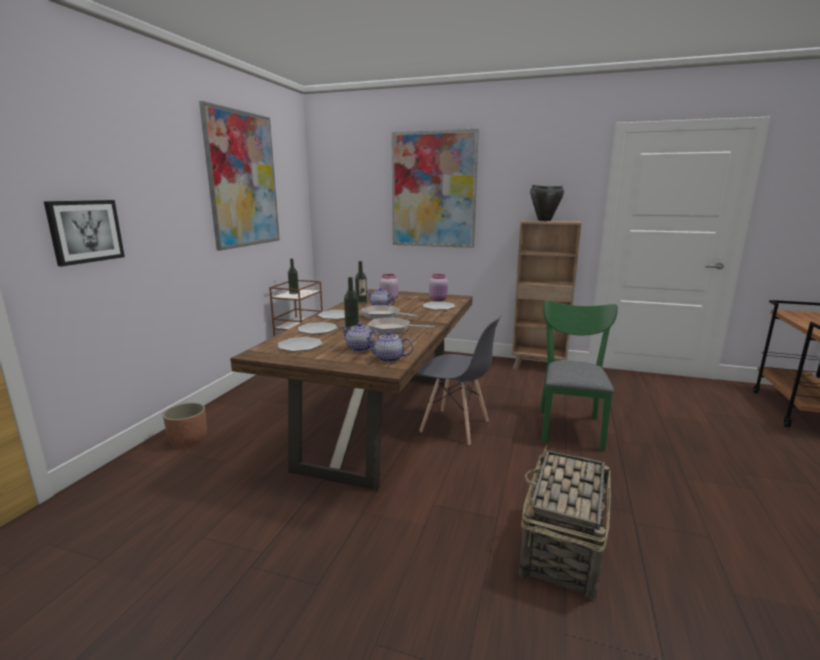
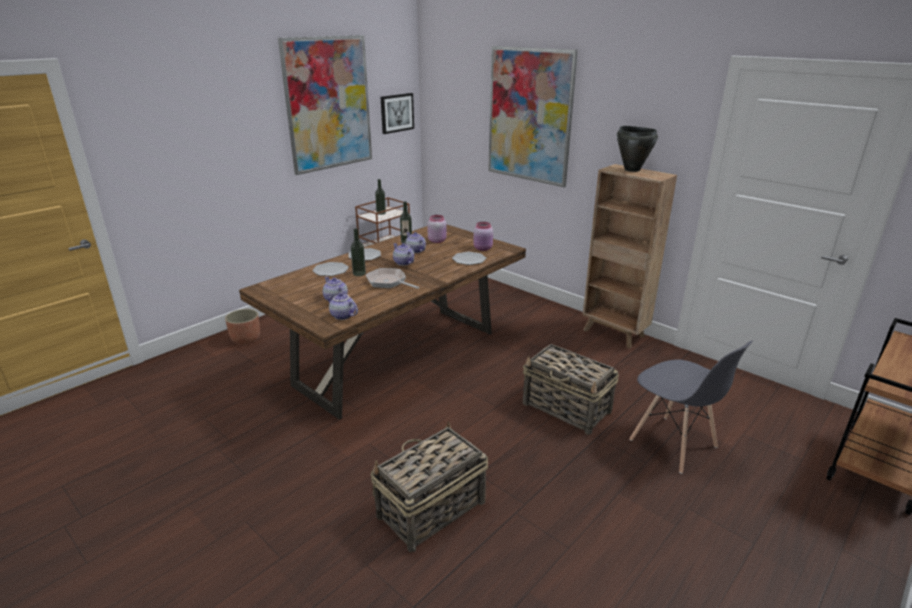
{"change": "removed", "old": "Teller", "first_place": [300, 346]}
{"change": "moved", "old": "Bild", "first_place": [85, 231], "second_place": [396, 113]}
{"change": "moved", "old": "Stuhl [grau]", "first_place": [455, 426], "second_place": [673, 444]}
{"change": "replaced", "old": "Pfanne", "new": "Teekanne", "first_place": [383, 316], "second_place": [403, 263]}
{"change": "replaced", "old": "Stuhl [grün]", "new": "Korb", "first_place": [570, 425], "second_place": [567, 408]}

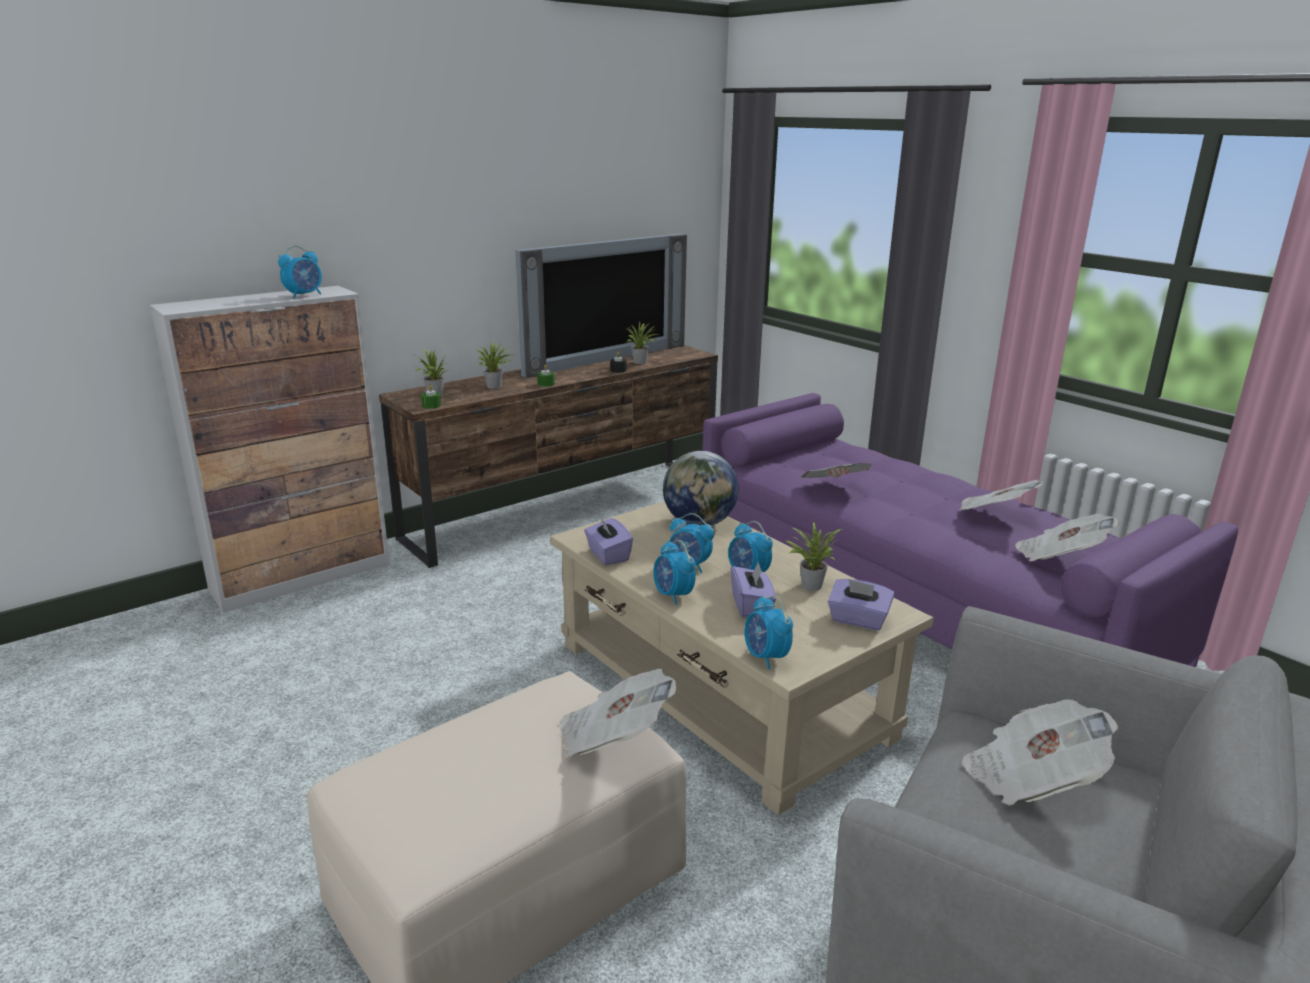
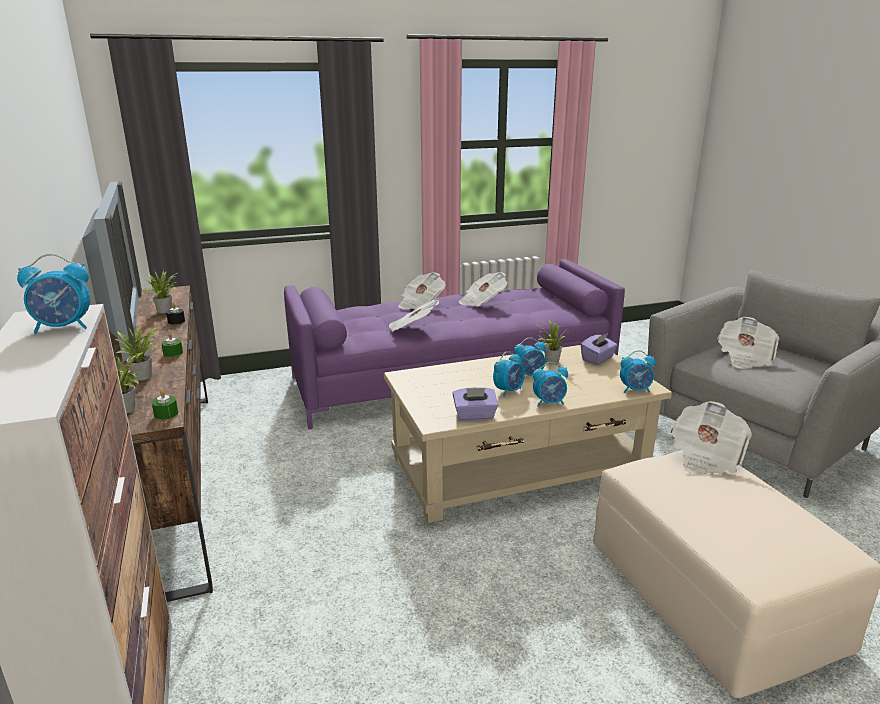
{"change": "removed", "old": "Globus", "first_place": [699, 523]}
{"change": "removed", "old": "Taschentuchbox [lila]", "first_place": [751, 606]}
{"change": "moved", "old": "Zeitung", "first_place": [1059, 557], "second_place": [420, 304]}
{"change": "turned", "old": "Wecker", "first_place": [304, 295], "second_place": [64, 328], "degrees": 105}

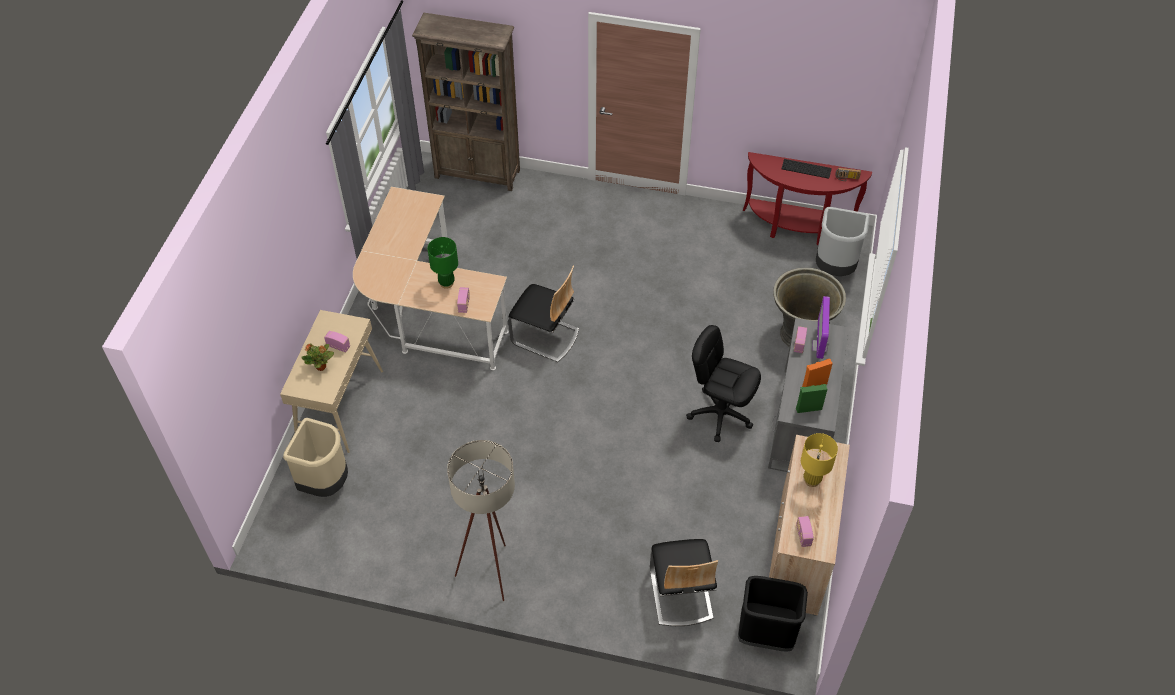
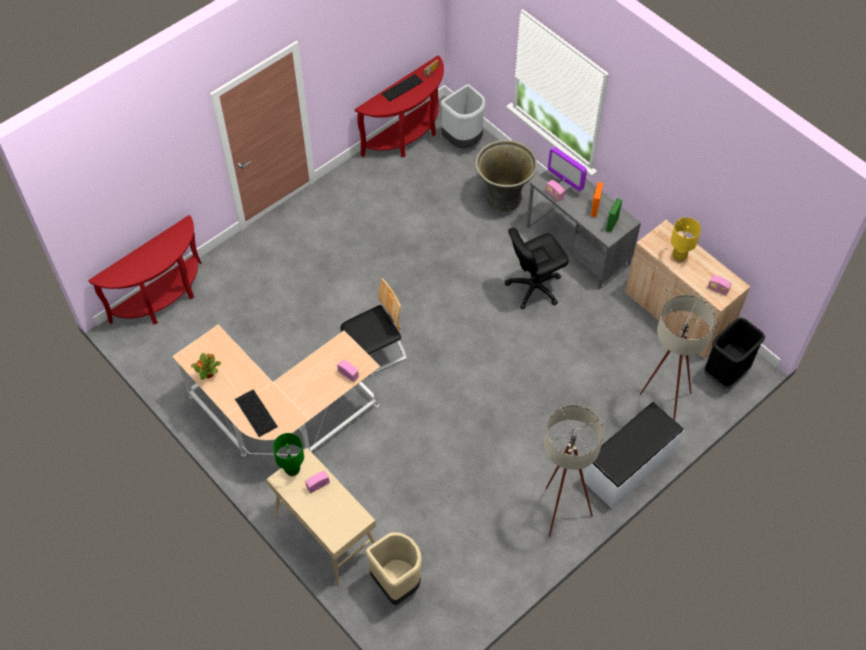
{"change": "added", "new": "Tastatur", "second_place": [255, 412]}
{"change": "added", "new": "Bank [weiß]", "second_place": [629, 467]}
{"change": "moved", "old": "Topfpflanze", "first_place": [321, 367], "second_place": [209, 374]}
{"change": "moved", "old": "Tischlampe [grün]", "first_place": [446, 283], "second_place": [292, 470]}
{"change": "replaced", "old": "Bücherregal [braun]", "new": "Konsolentisch [rot]", "first_place": [478, 174], "second_place": [163, 300]}
{"change": "replaced", "old": "Stuhl", "new": "Stehlampe [beige]", "first_place": [680, 594], "second_place": [662, 402]}

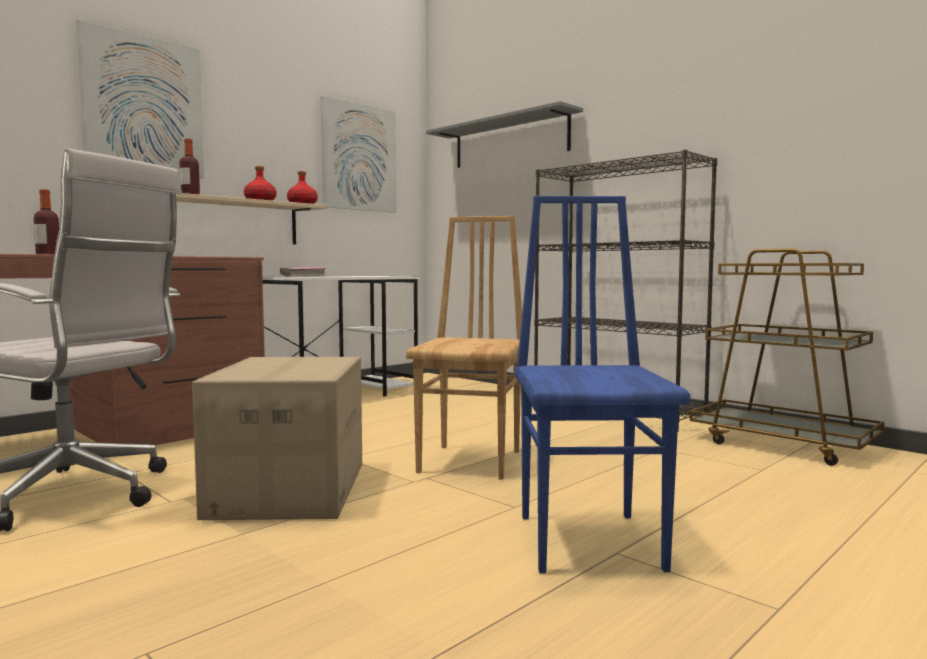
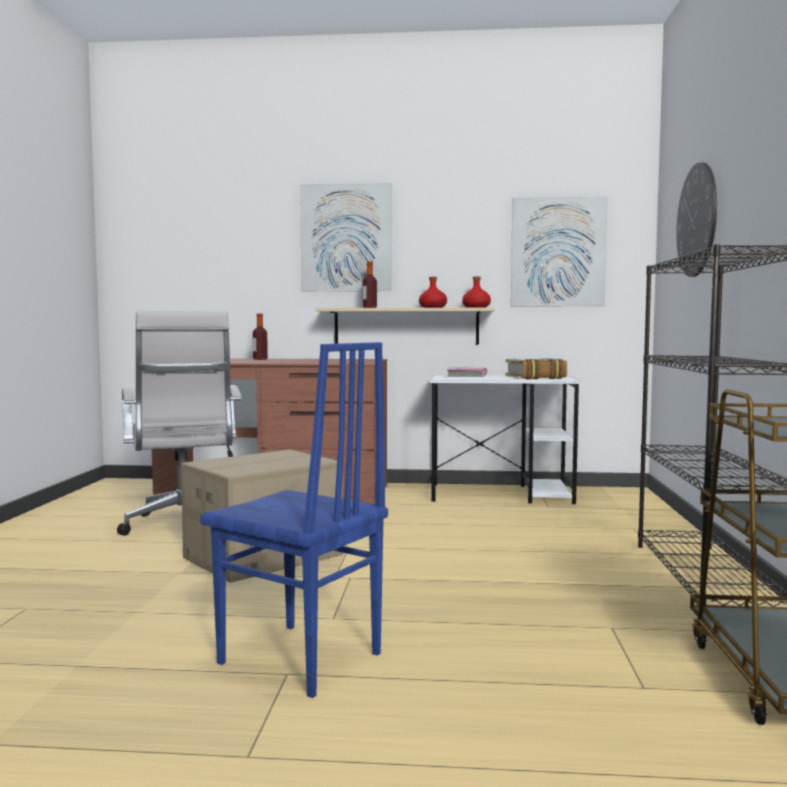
{"change": "removed", "old": "Stuhl [braun]", "first_place": [472, 461]}
{"change": "added", "new": "Buch", "second_place": [535, 377]}
{"change": "replaced", "old": "Wandregal [grau]", "new": "Wanduhr", "first_place": [510, 141], "second_place": [697, 220]}
{"change": "turned", "old": "Stuhl [blau]", "first_place": [591, 541], "second_place": [299, 660], "degrees": 75}

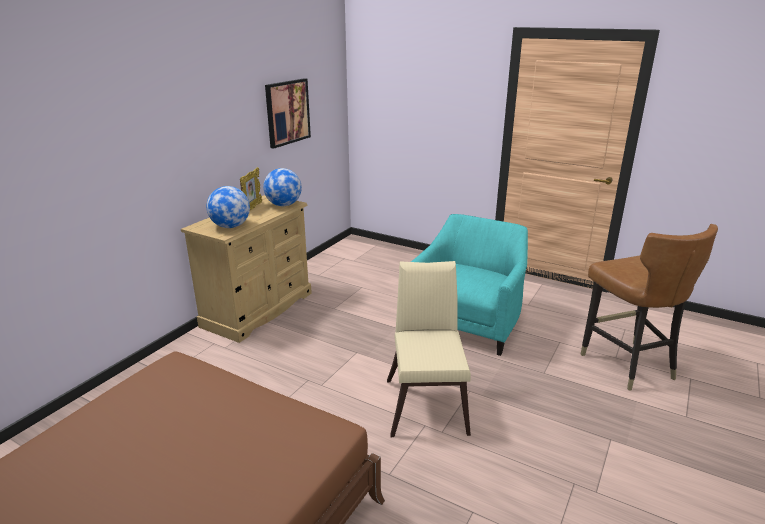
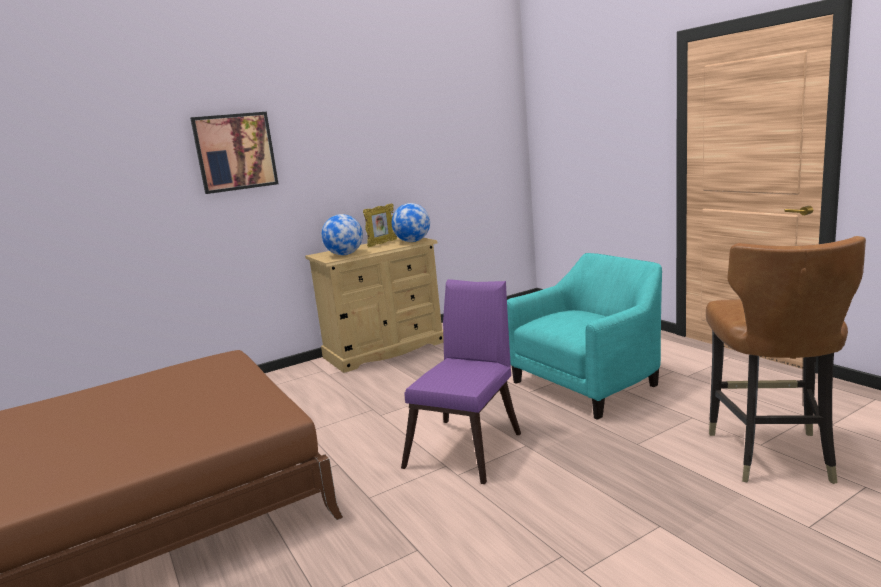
{"change": "moved", "old": "Bild", "first_place": [287, 112], "second_place": [235, 152]}
{"change": "recoloured", "old": "Stuhl [beige]", "new": "Stuhl [lila]", "first_place": [427, 401], "second_place": [468, 446]}

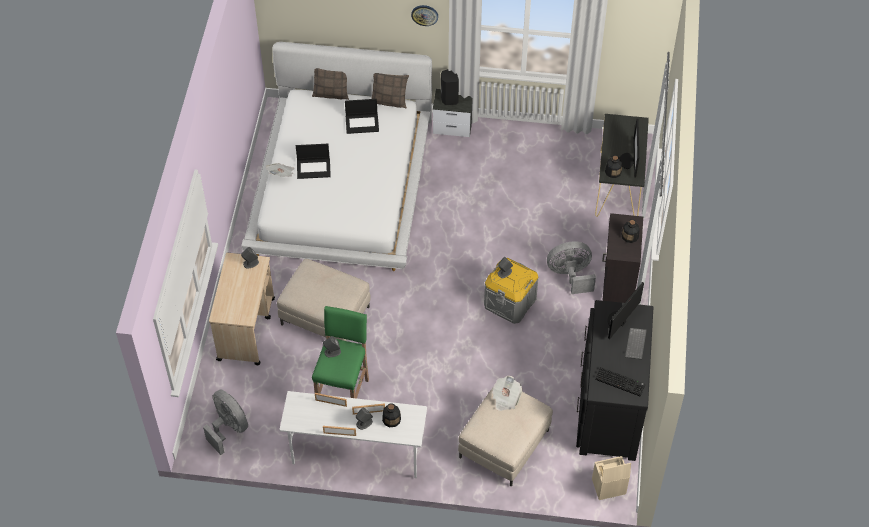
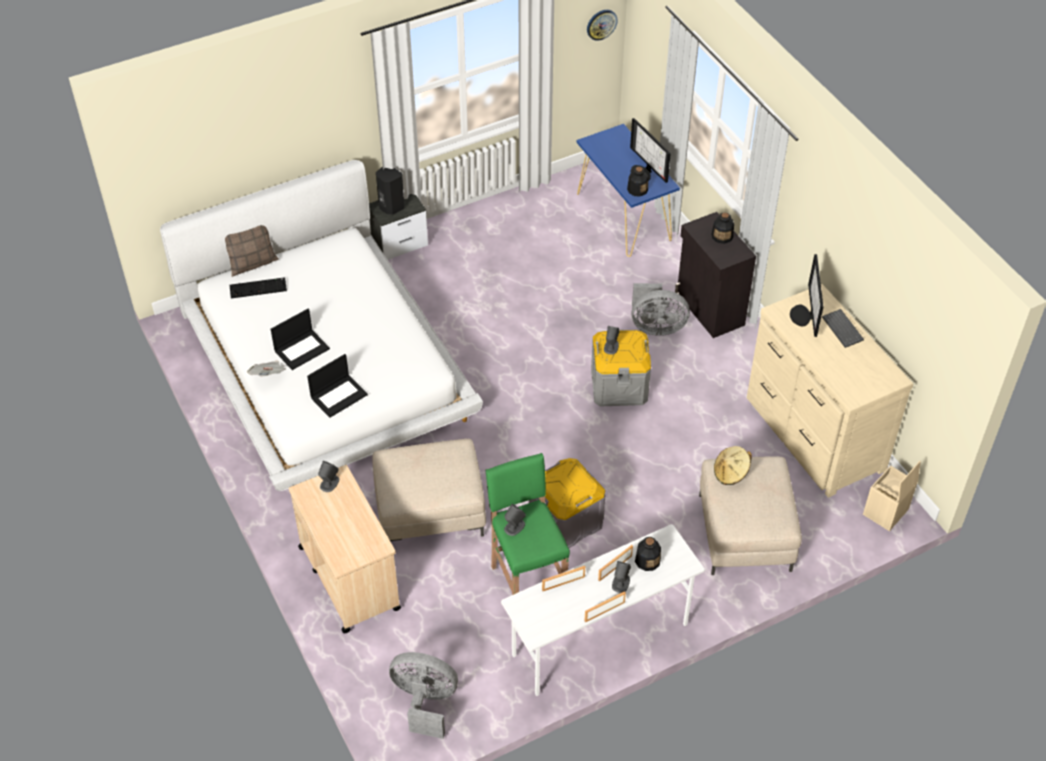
{"change": "removed", "old": "Kissen", "first_place": [389, 101]}
{"change": "added", "new": "Aufbewahrungsbox [grau]", "second_place": [566, 521]}
{"change": "moved", "old": "Laptop", "first_place": [362, 123], "second_place": [339, 395]}
{"change": "moved", "old": "Wanduhr", "first_place": [424, 15], "second_place": [601, 24]}
{"change": "moved", "old": "Tastatur", "first_place": [620, 381], "second_place": [258, 288]}
{"change": "replaced", "old": "Zeitung", "new": "Hut [beige]", "first_place": [505, 398], "second_place": [731, 473]}
{"change": "recoloured", "old": "Kommode [schwarz]", "new": "Kommode [beige]", "first_place": [608, 408], "second_place": [813, 434]}
{"change": "recoloured", "old": "Konsolentisch [schwarz]", "new": "Konsolentisch [blau]", "first_place": [618, 186], "second_place": [624, 217]}
{"change": "turned", "old": "Ventilator [grau]", "first_place": [570, 275], "second_place": [656, 327], "degrees": -135}

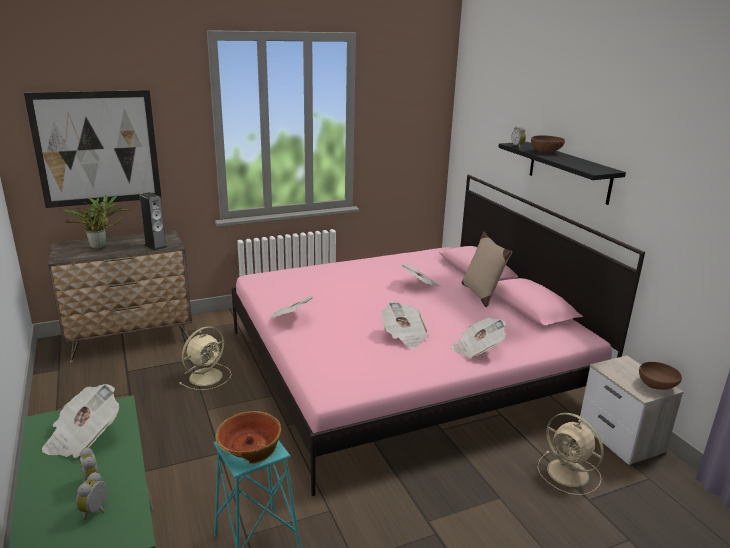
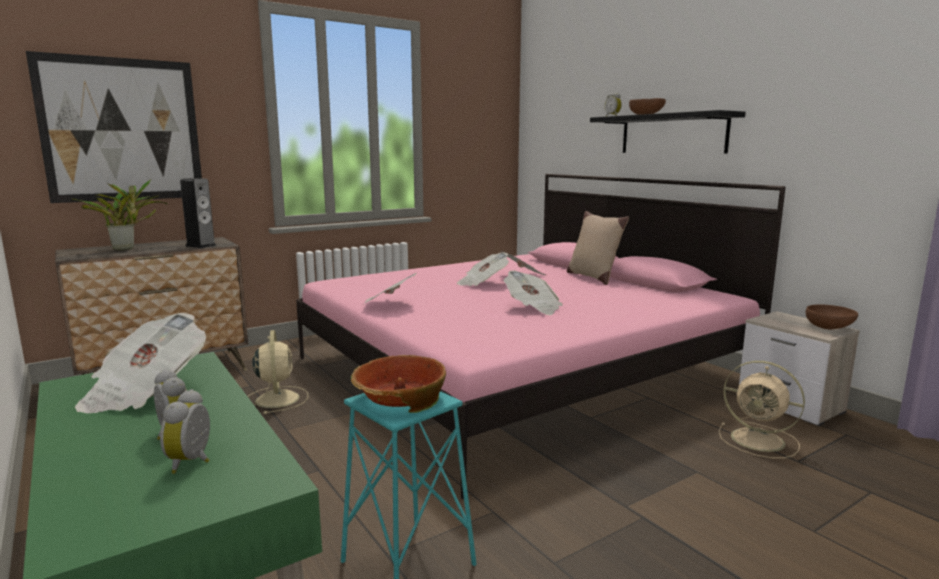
{"change": "moved", "old": "Zeitung", "first_place": [477, 349], "second_place": [482, 283]}
{"change": "turned", "old": "Ventilator [beige]", "first_place": [207, 376], "second_place": [277, 398], "degrees": -45}

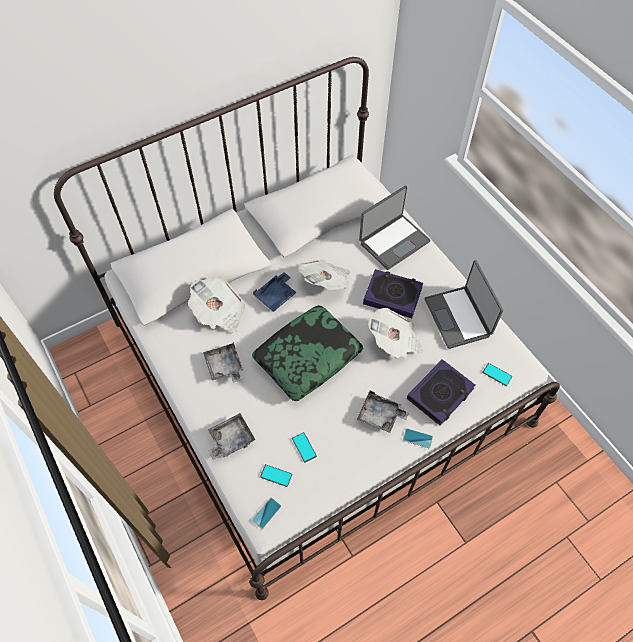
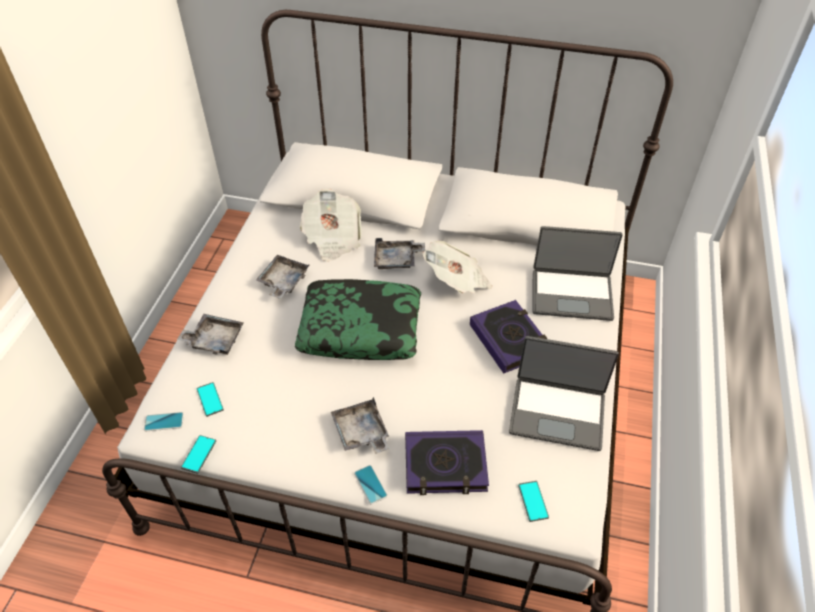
{"change": "removed", "old": "Zeitung", "first_place": [395, 342]}
{"change": "moved", "old": "Handy", "first_place": [304, 447], "second_place": [199, 454]}
{"change": "recoloured", "old": "Tablett [blau]", "new": "Tablett [grau]", "first_place": [276, 296], "second_place": [397, 260]}
{"change": "turned", "old": "Laptop", "first_place": [458, 317], "second_place": [557, 412], "degrees": -105}

